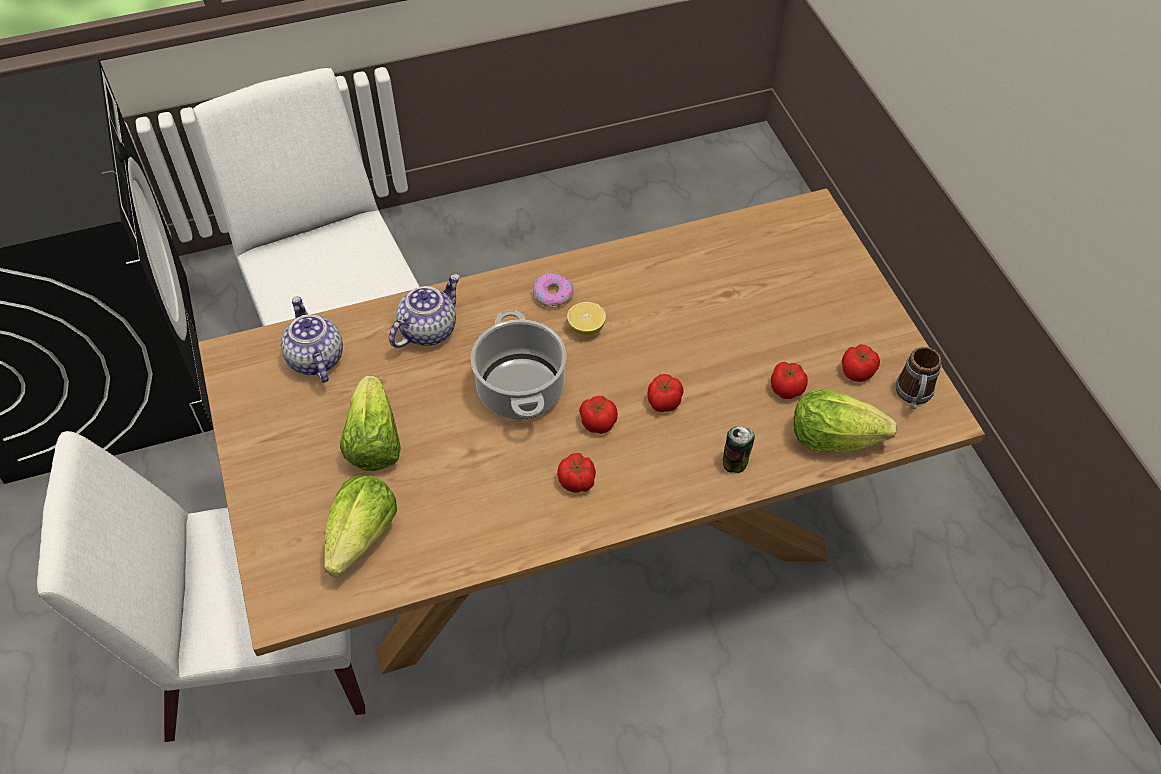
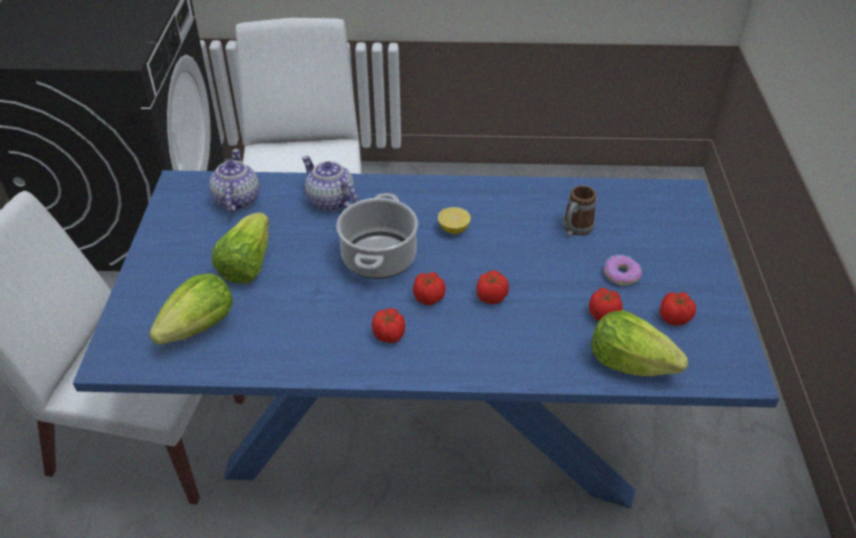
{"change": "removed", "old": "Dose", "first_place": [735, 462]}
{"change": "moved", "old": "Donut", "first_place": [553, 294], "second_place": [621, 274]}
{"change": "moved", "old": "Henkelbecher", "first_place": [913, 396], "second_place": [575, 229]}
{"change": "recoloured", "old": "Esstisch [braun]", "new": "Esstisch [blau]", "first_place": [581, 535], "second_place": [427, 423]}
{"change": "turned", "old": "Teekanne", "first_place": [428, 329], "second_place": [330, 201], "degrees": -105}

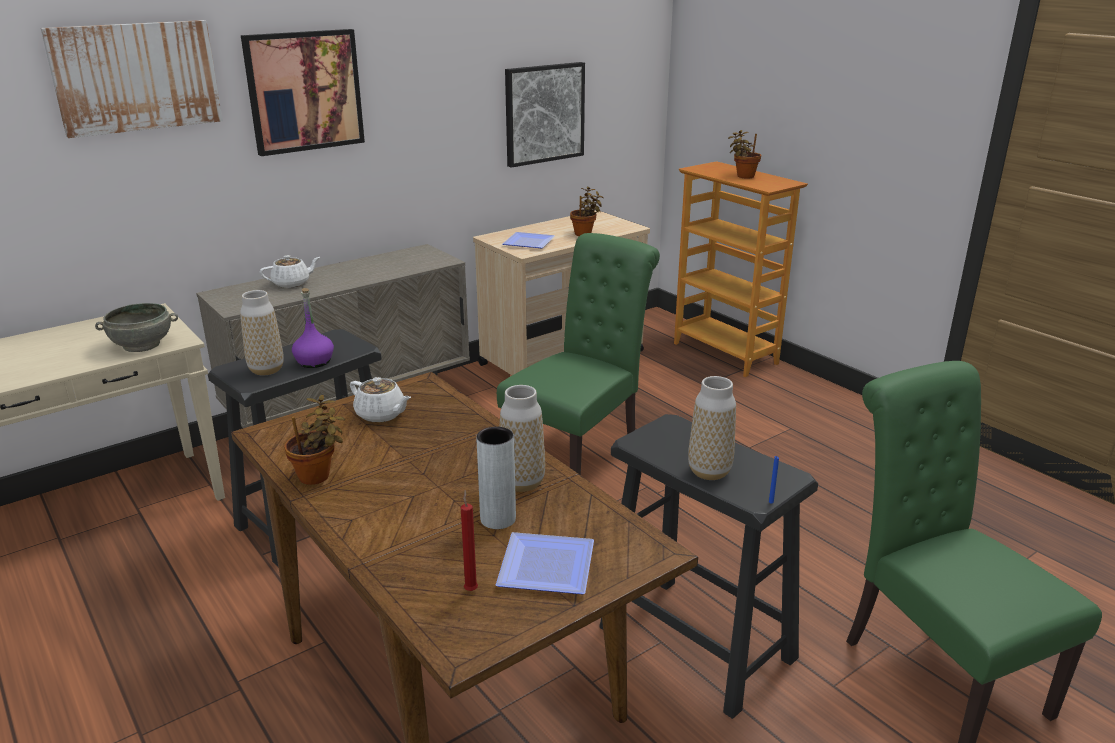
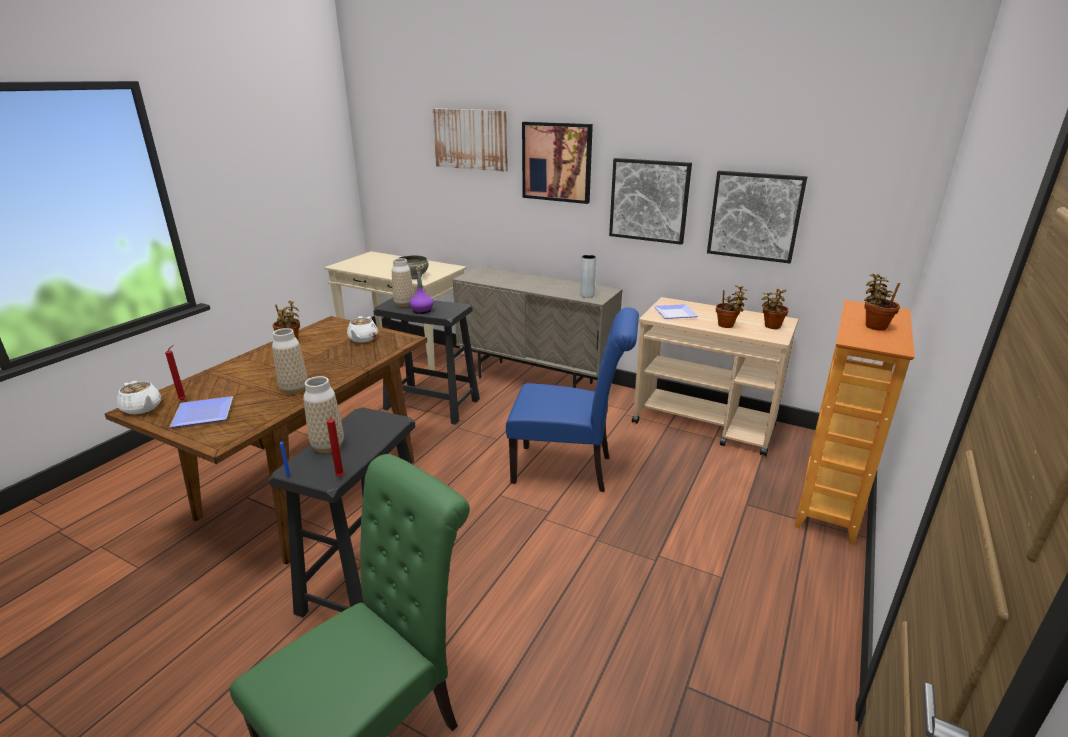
{"change": "added", "new": "Kerze [rot]", "second_place": [341, 476]}
{"change": "added", "new": "Bild", "second_place": [649, 200]}
{"change": "added", "new": "Topfpflanze", "second_place": [771, 326]}
{"change": "moved", "old": "Teekanne [weiß]", "first_place": [292, 283], "second_place": [142, 408]}
{"change": "moved", "old": "Vase [grau]", "first_place": [498, 519], "second_place": [587, 295]}
{"change": "recoloured", "old": "Stuhl [grün]", "new": "Stuhl [blau]", "first_place": [579, 454], "second_place": [569, 469]}

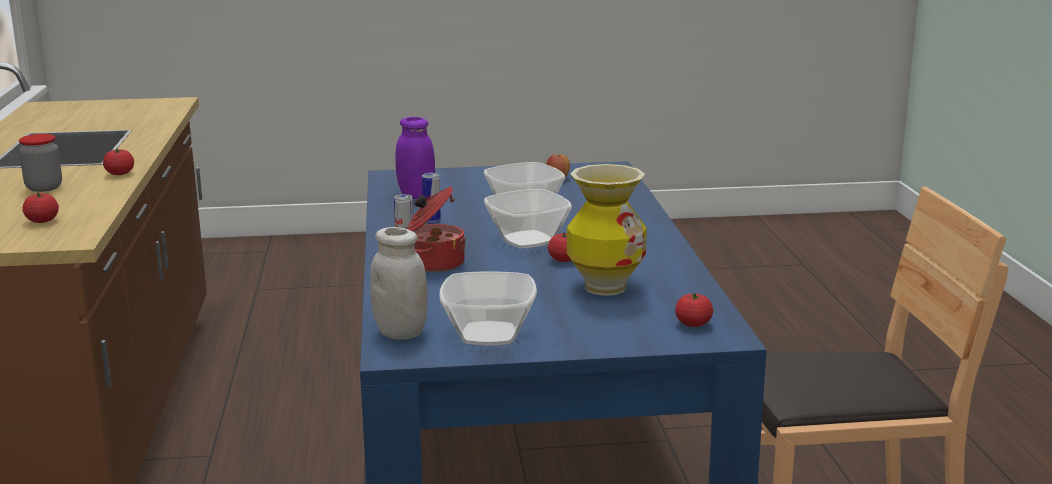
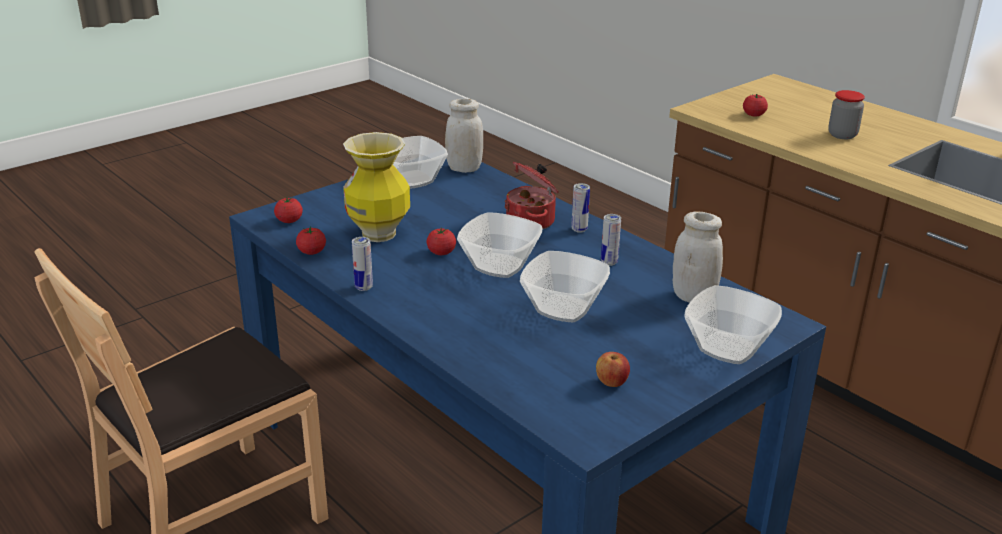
{"change": "added", "new": "Dose", "second_place": [363, 287]}
{"change": "added", "new": "Schüssel", "second_place": [728, 349]}
{"change": "moved", "old": "Tomate", "first_place": [120, 174], "second_place": [312, 252]}
{"change": "recoloured", "old": "Vorratsglas [lila]", "new": "Vorratsglas [weiß]", "first_place": [416, 195], "second_place": [693, 296]}

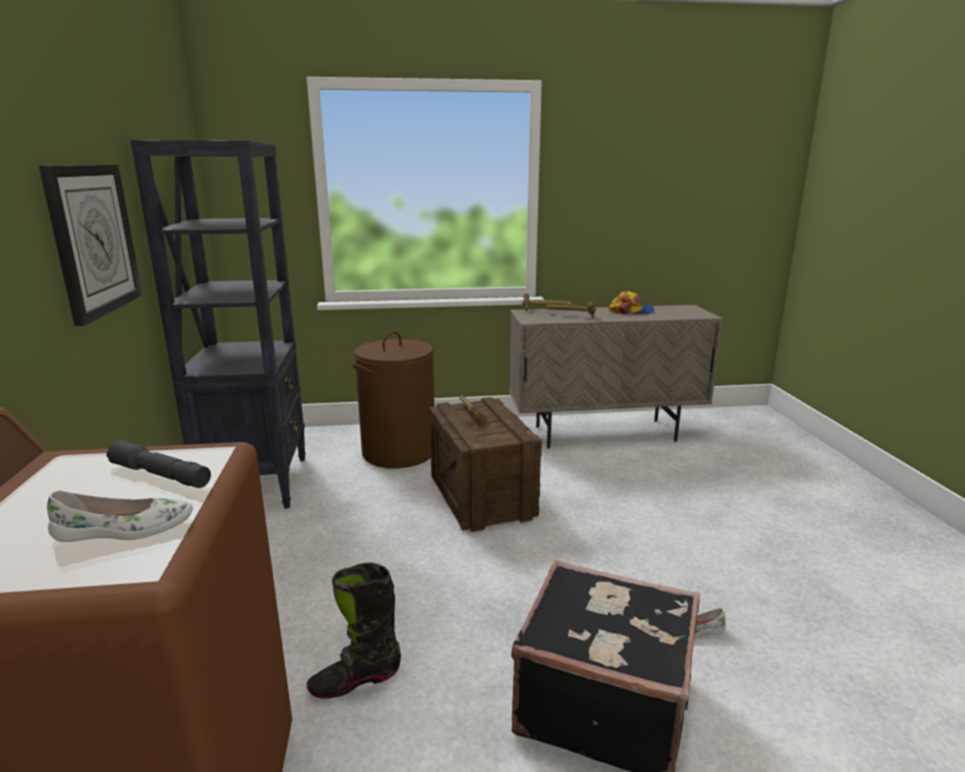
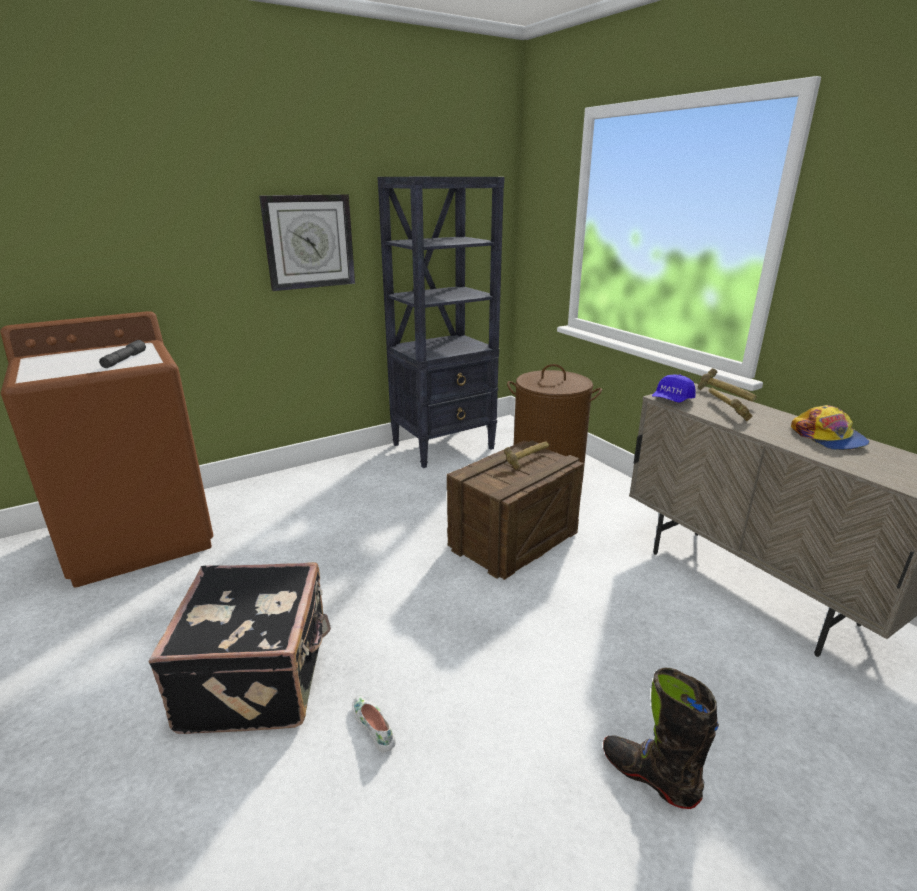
{"change": "removed", "old": "Schuh [weiß]", "first_place": [124, 530]}
{"change": "added", "new": "Kappe [blau]", "second_place": [672, 401]}
{"change": "moved", "old": "Stiefel [schwarz]", "first_place": [355, 680], "second_place": [649, 776]}

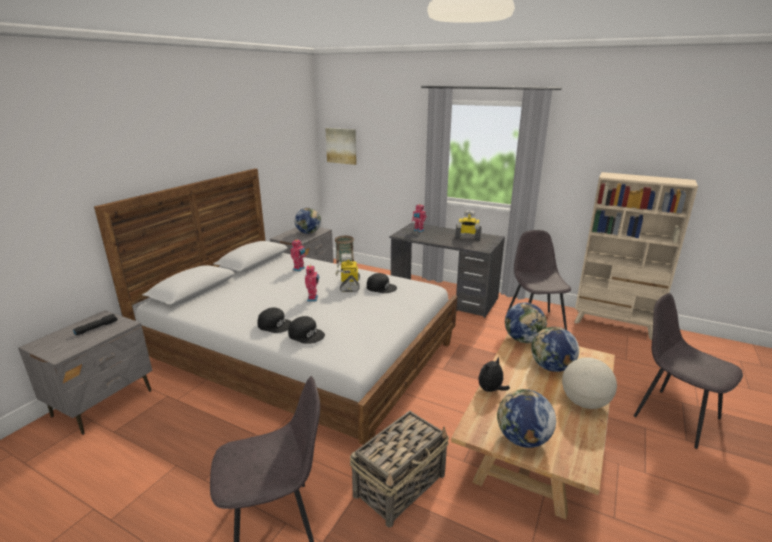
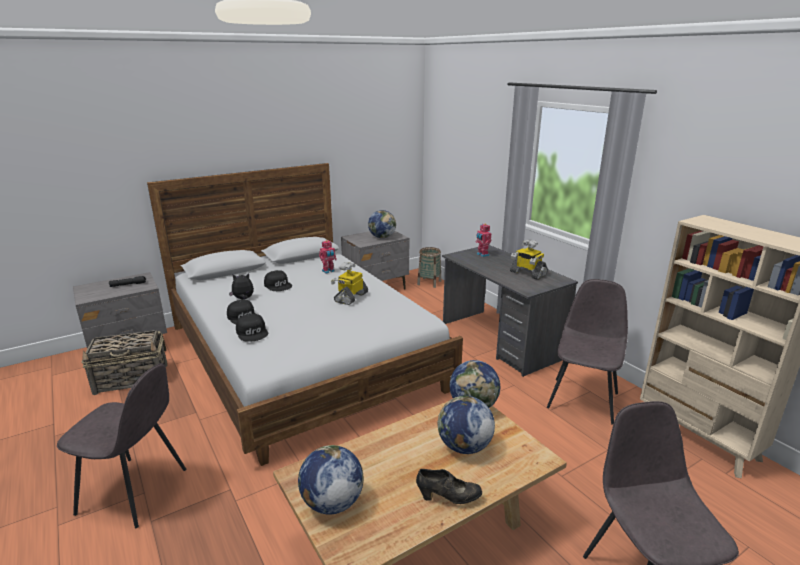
{"change": "removed", "old": "Spielzeugroboter", "first_place": [313, 299]}
{"change": "removed", "old": "Bild", "first_place": [341, 146]}
{"change": "moved", "old": "Korb", "first_place": [400, 484], "second_place": [132, 379]}
{"change": "moved", "old": "Kappe [schwarz]", "first_place": [381, 287], "second_place": [278, 285]}
{"change": "moved", "old": "Plüschtier", "first_place": [491, 390], "second_place": [243, 299]}
{"change": "replaced", "old": "Globus", "new": "Schuh [schwarz]", "first_place": [584, 403], "second_place": [448, 498]}

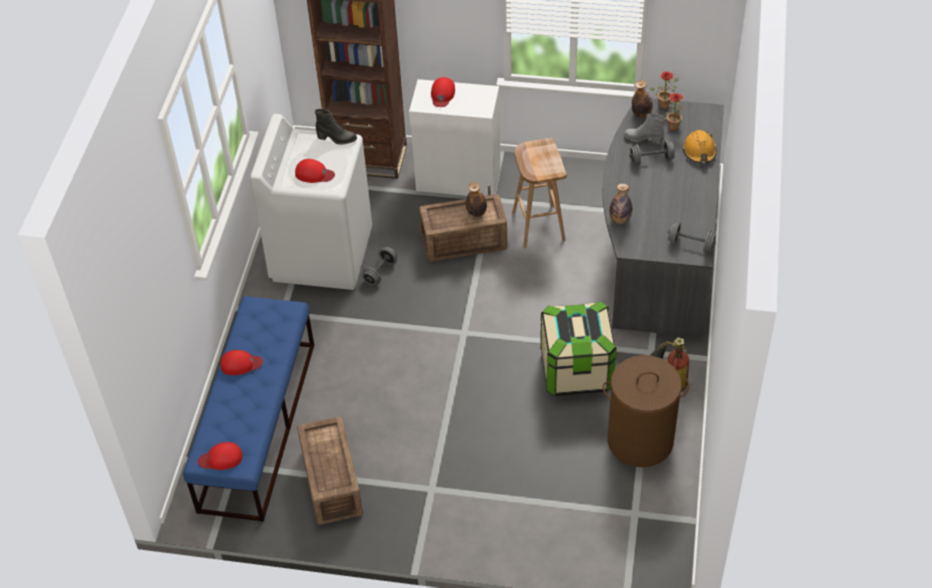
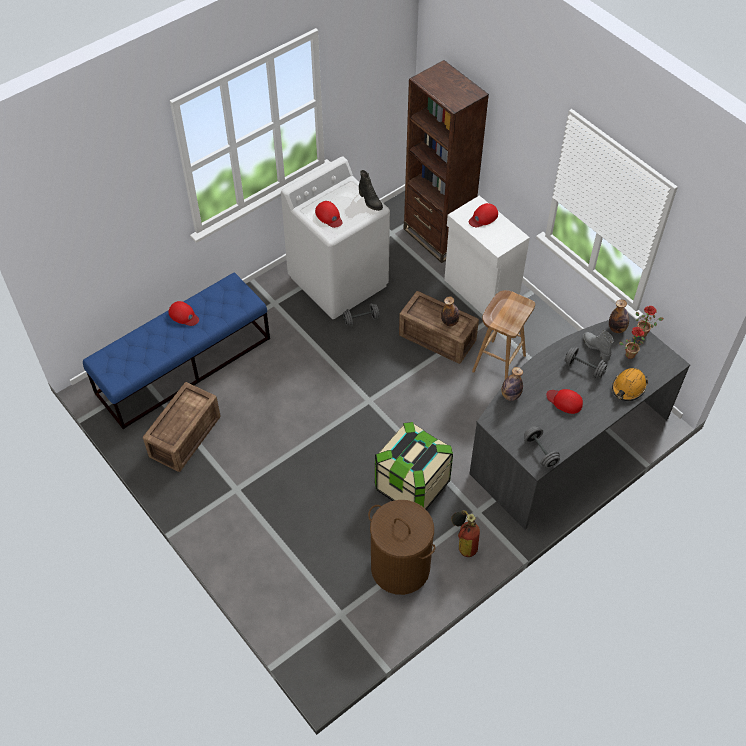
{"change": "moved", "old": "Kappe [rot]", "first_place": [221, 458], "second_place": [564, 401]}

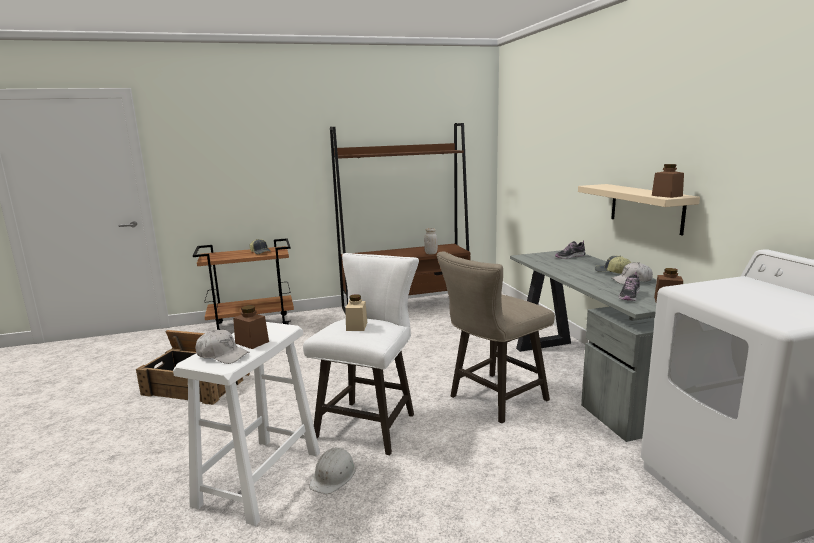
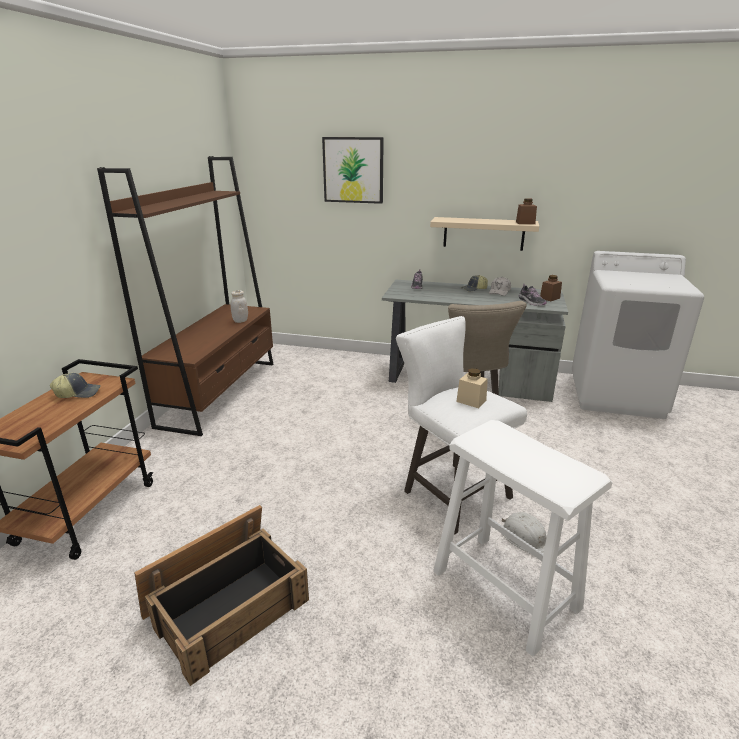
{"change": "removed", "old": "Kappe [weiß]", "first_place": [222, 355]}
{"change": "removed", "old": "Vorratsglas [braun]", "first_place": [252, 342]}
{"change": "added", "new": "Bild", "second_place": [353, 170]}

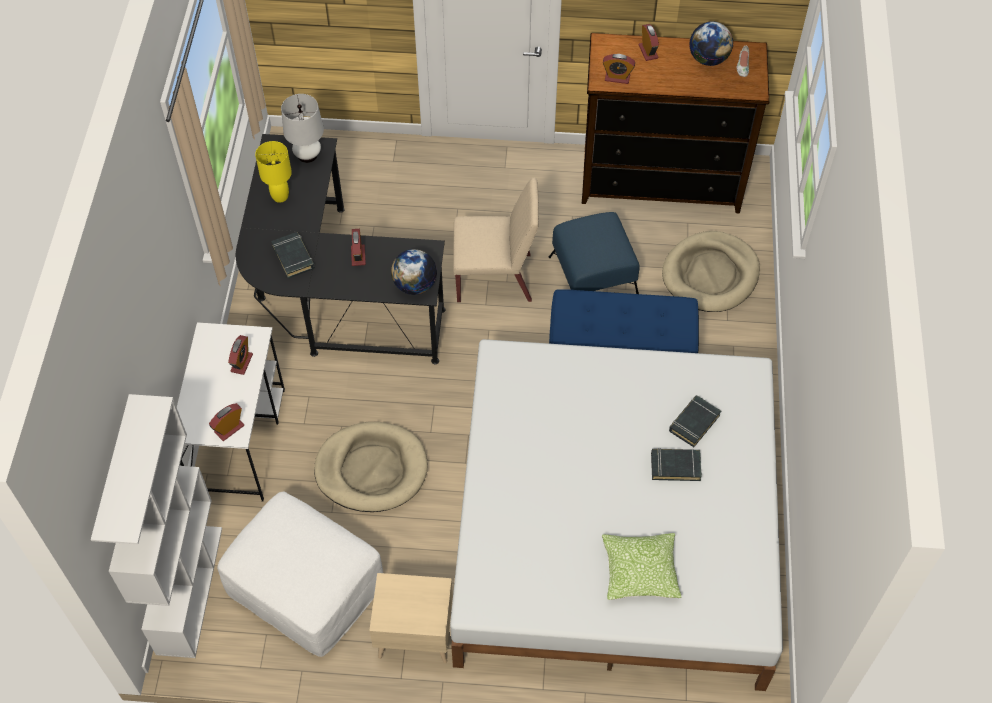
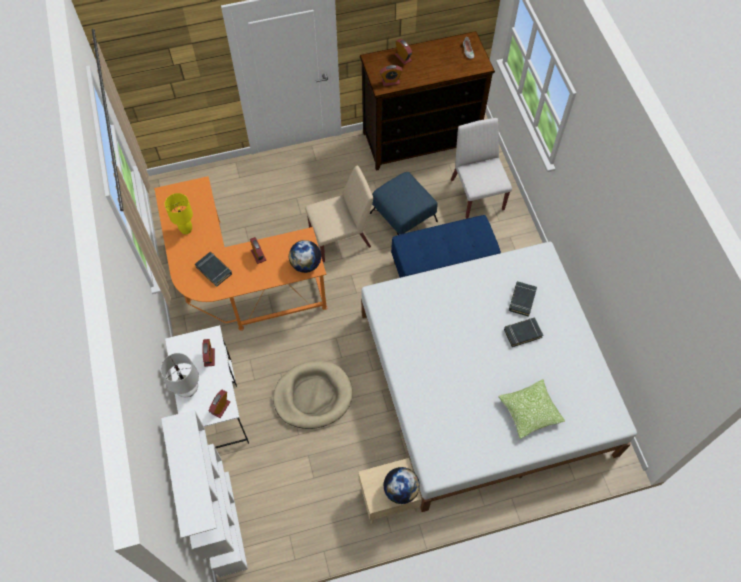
{"change": "removed", "old": "Polsterhocker [weiß]", "first_place": [304, 585]}
{"change": "moved", "old": "Tischlampe [weiß]", "first_place": [307, 155], "second_place": [188, 389]}
{"change": "moved", "old": "Globus", "first_place": [708, 59], "second_place": [401, 490]}
{"change": "replaced", "old": "Hundebett [beige]", "new": "Stuhl [weiß]", "first_place": [710, 275], "second_place": [476, 194]}
{"change": "recoloured", "old": "Schreibtisch [schwarz]", "new": "Schreibtisch [orange]", "first_place": [332, 296], "second_place": [236, 284]}

